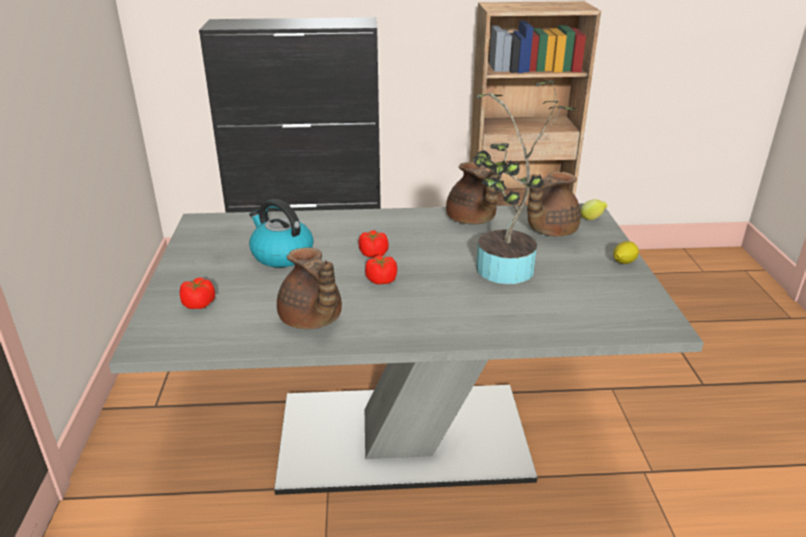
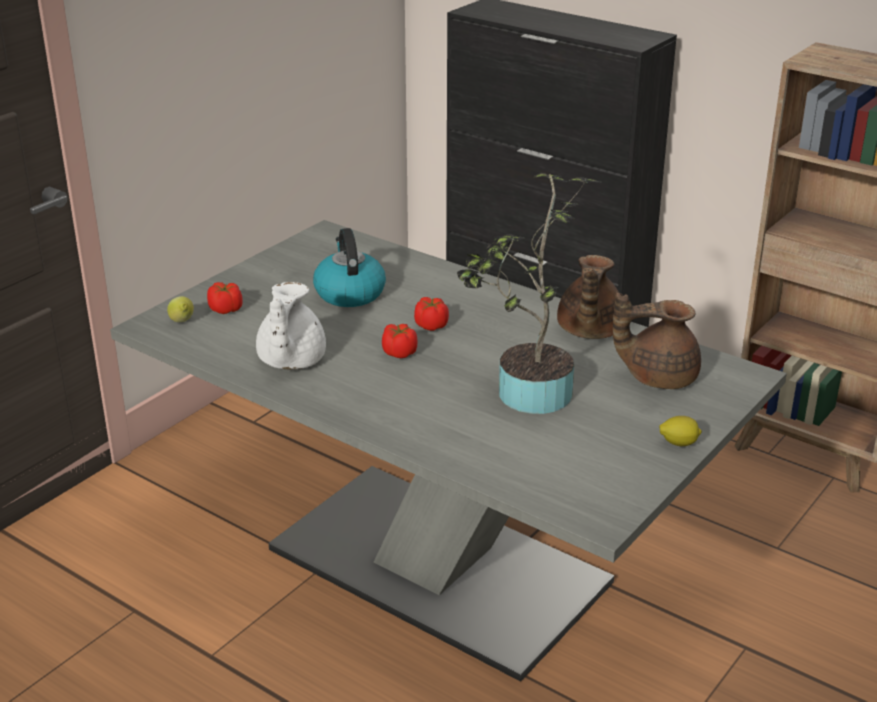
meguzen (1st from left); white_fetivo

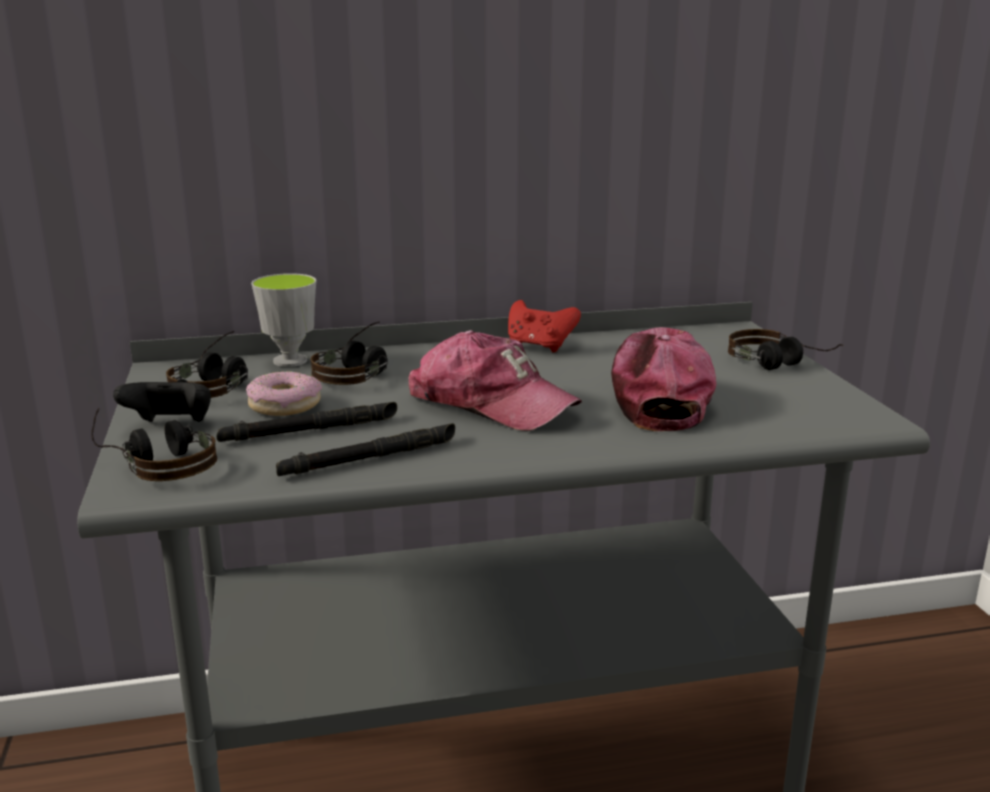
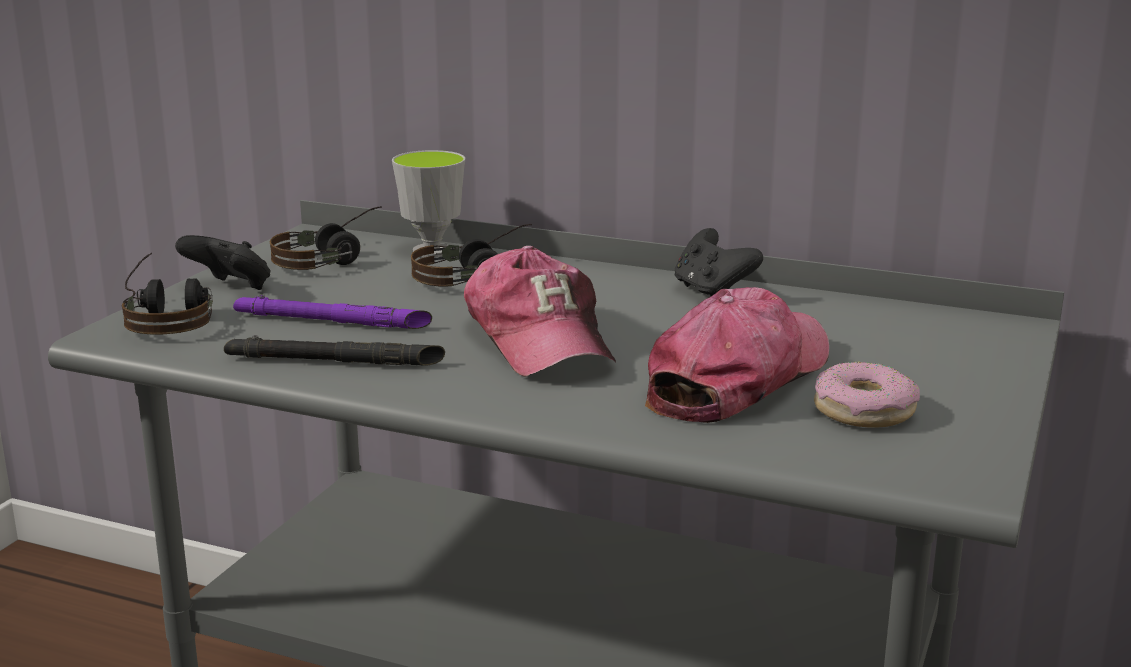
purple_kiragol; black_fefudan (2nd from left); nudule; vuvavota (4th from left in the first image)

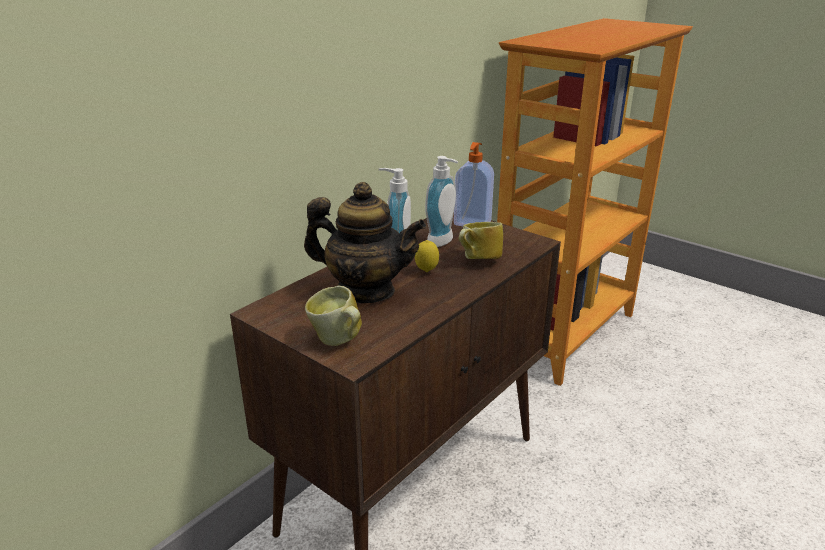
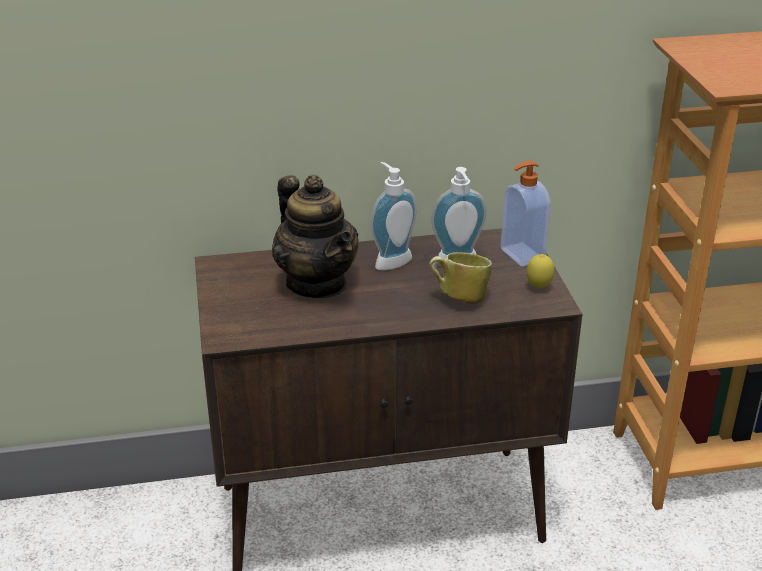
meguzen; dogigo (1st from left in the first image)

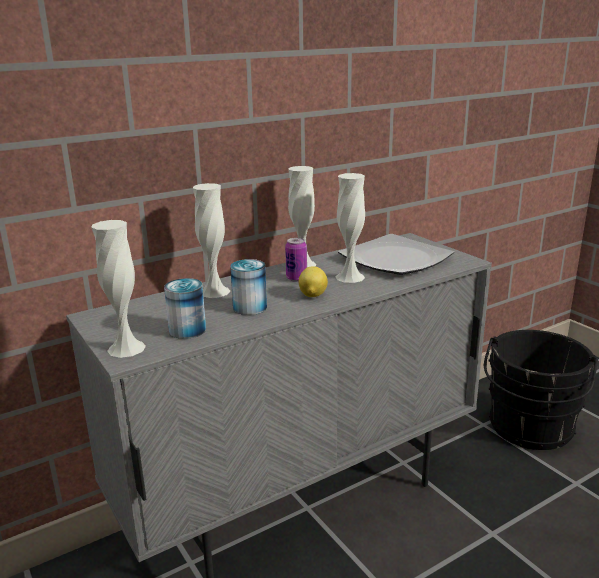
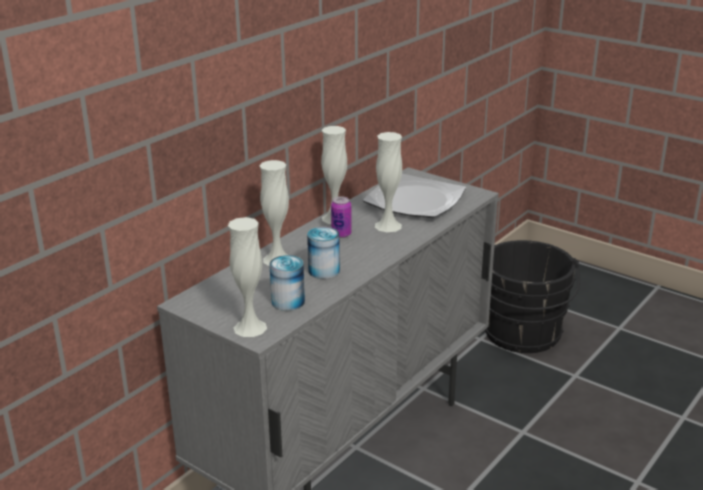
meguzen

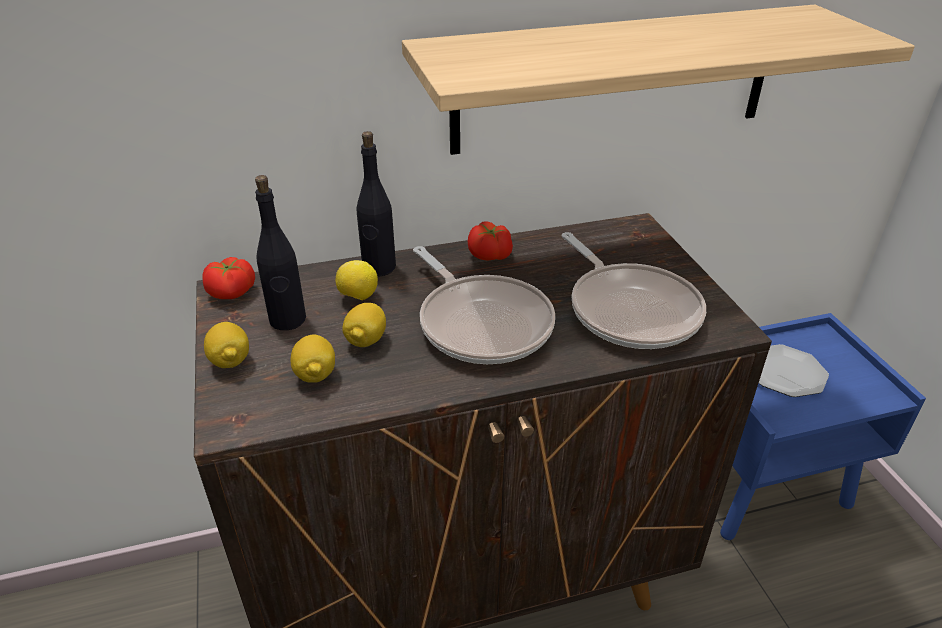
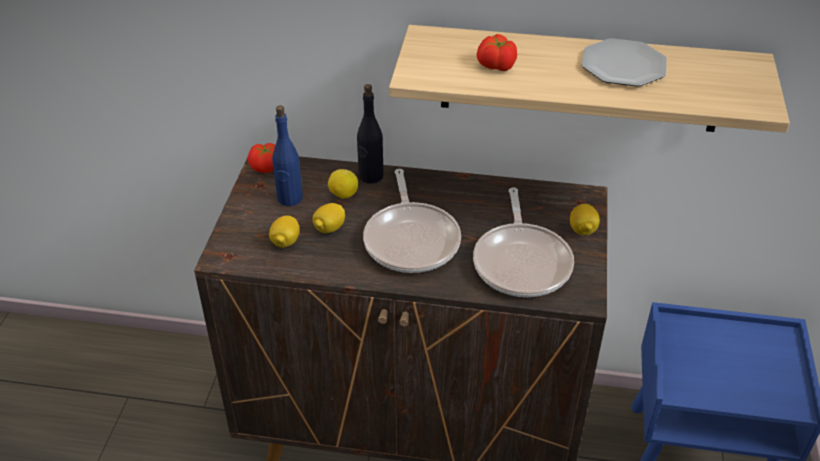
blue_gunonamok; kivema (2nd from left); meguzen (4th from left); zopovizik

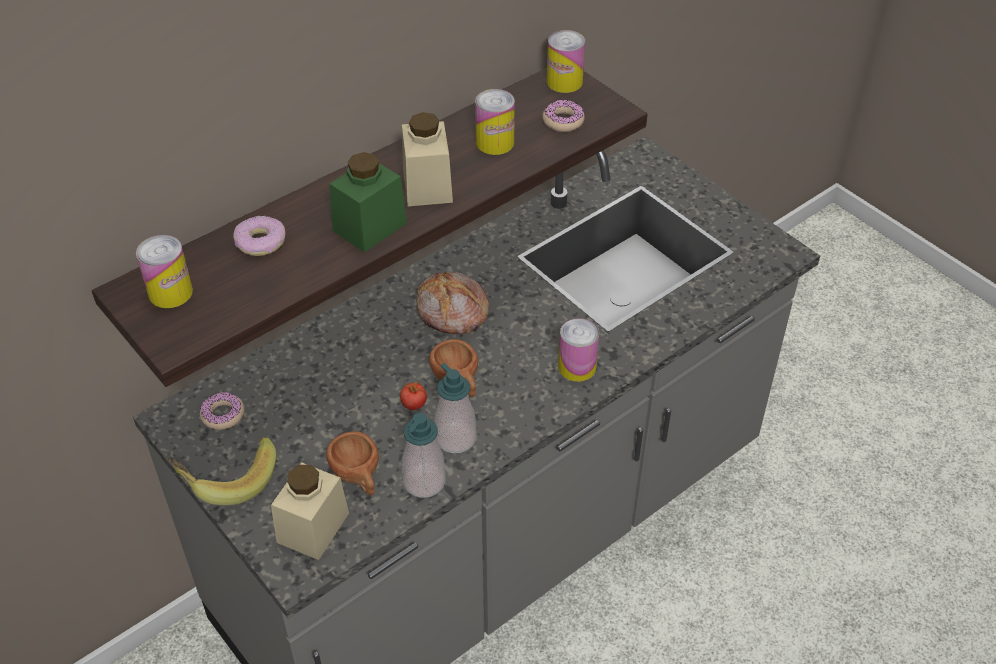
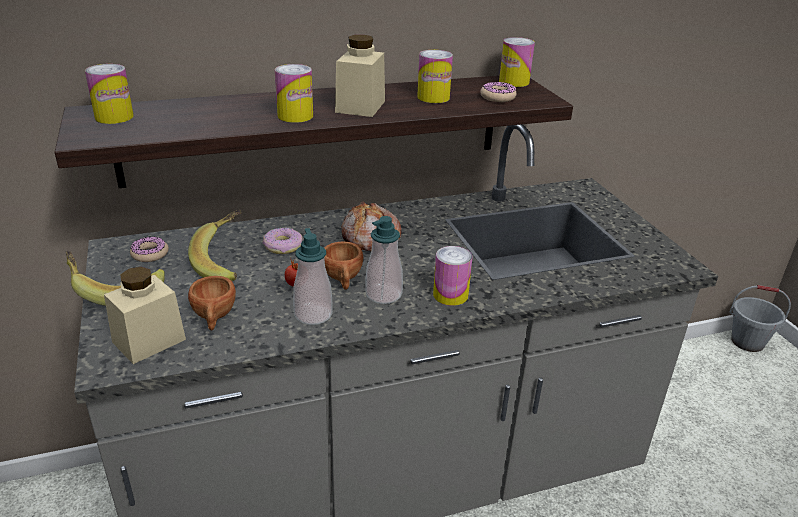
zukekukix (2nd from left); nudule (2nd from left); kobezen (2nd from left); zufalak (2nd from left); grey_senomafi

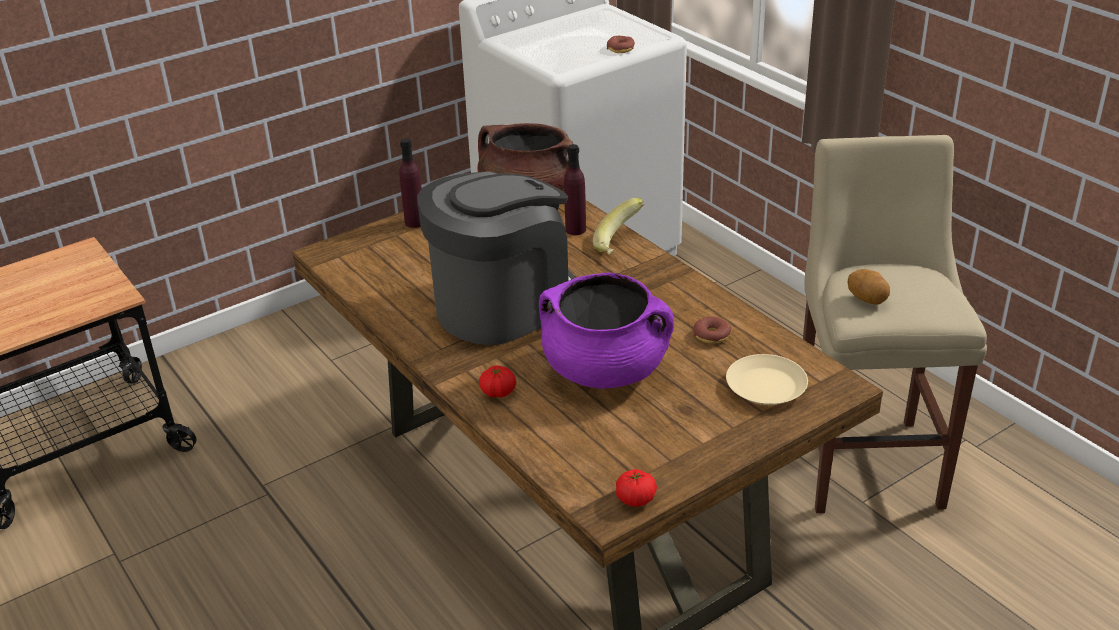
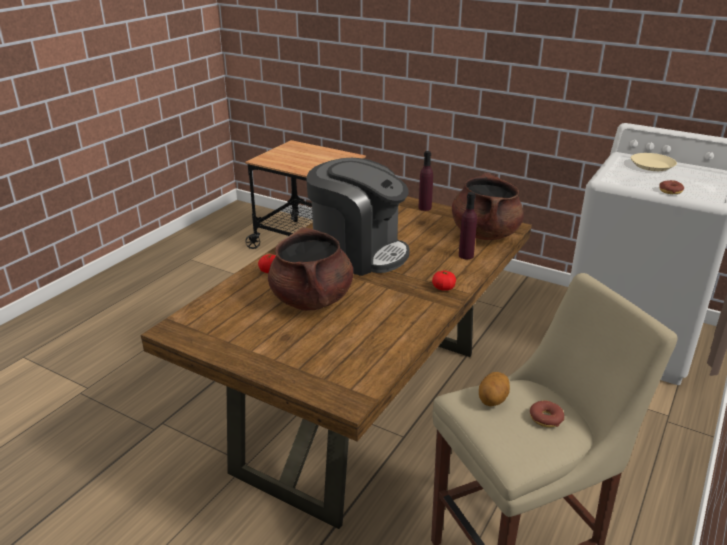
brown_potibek (1st from left); kivema (2nd from left); nudule (1st from left); beige_zopovizik; zukekukix

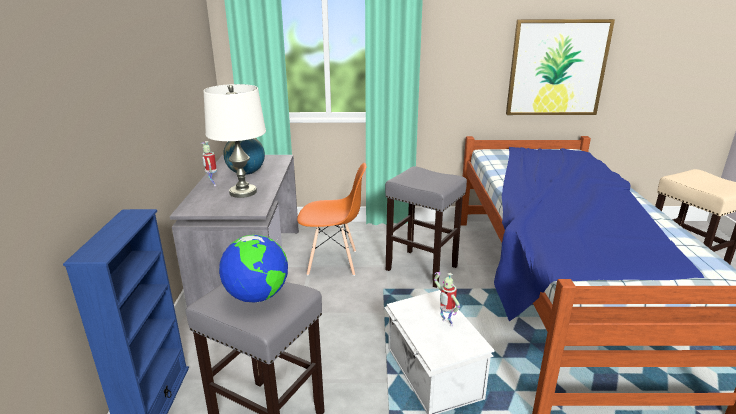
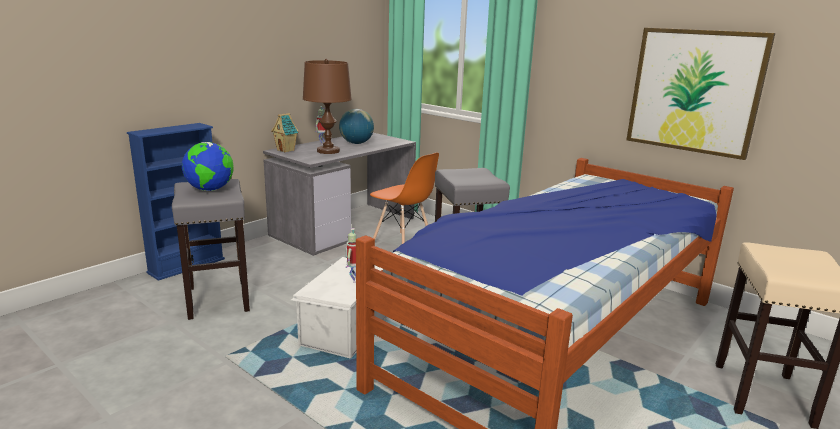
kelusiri; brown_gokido

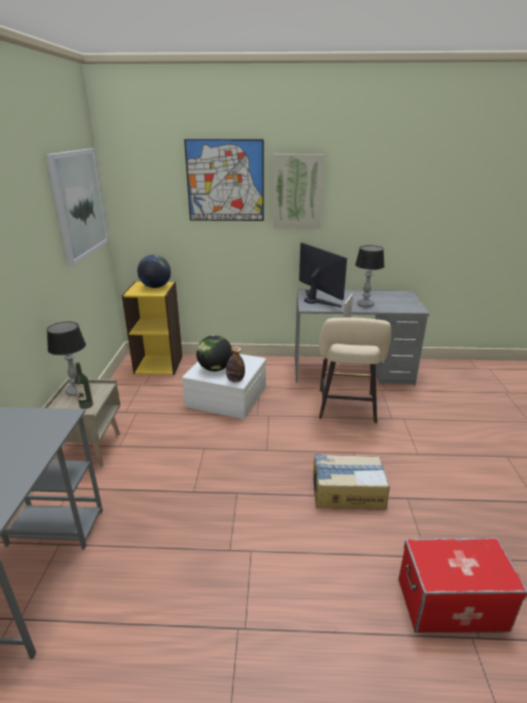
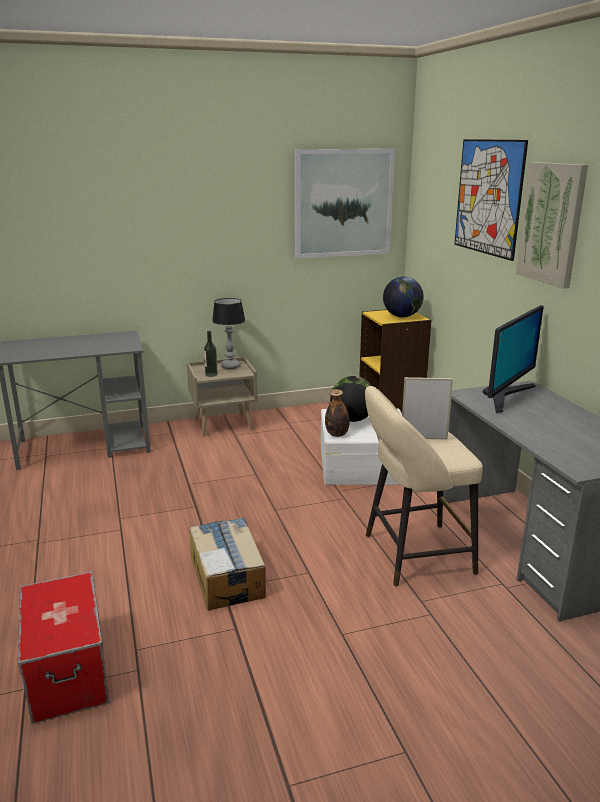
gokido (2nd from left in the first image)

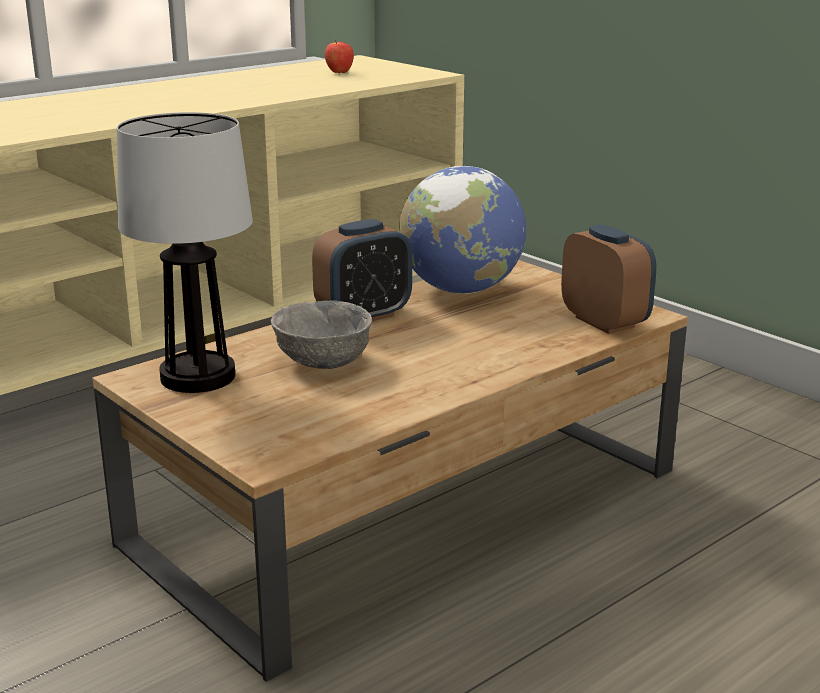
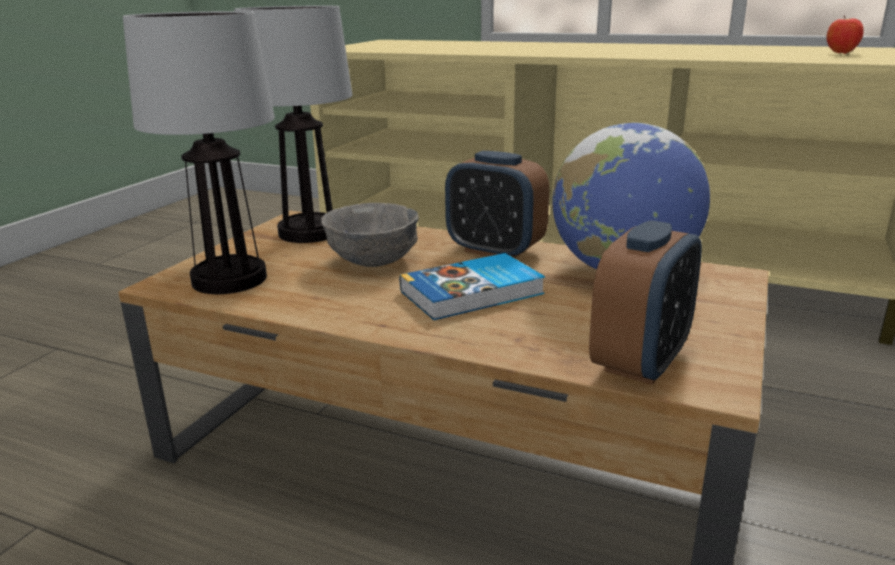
gokido (1st from left); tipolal

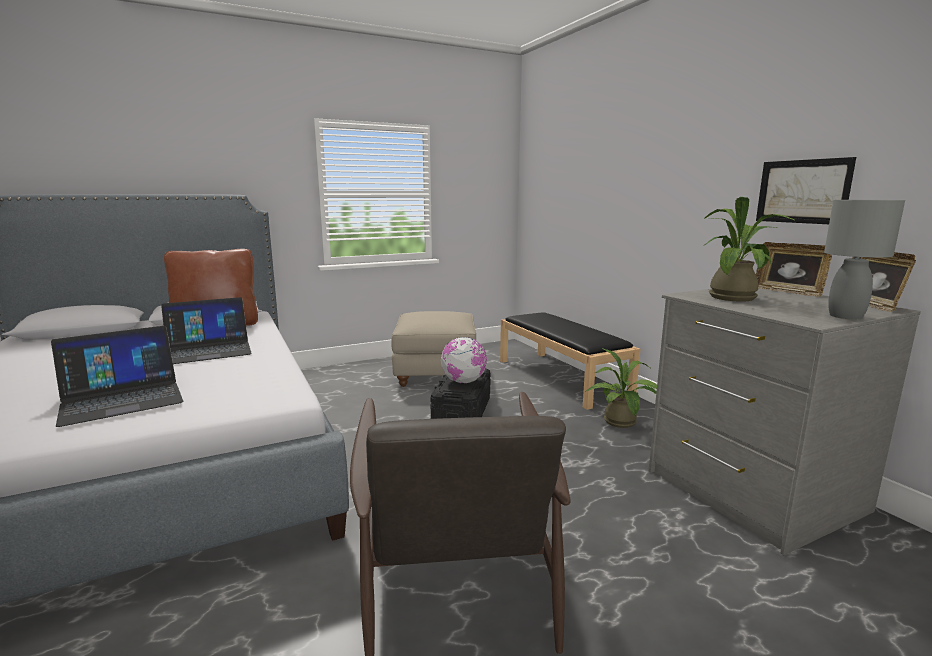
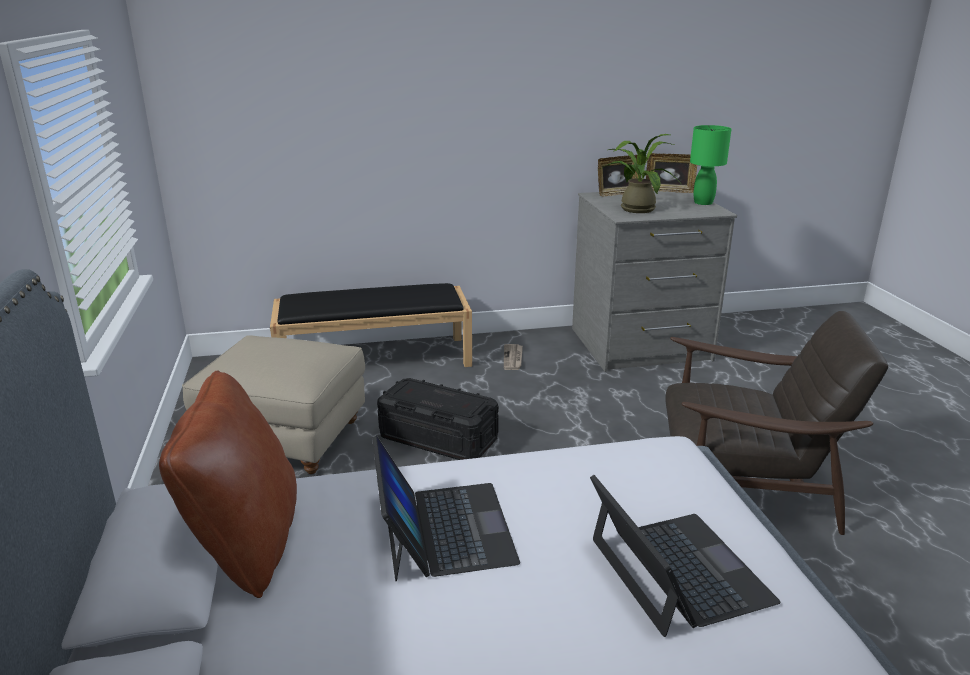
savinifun; green_gokido; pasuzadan; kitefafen

